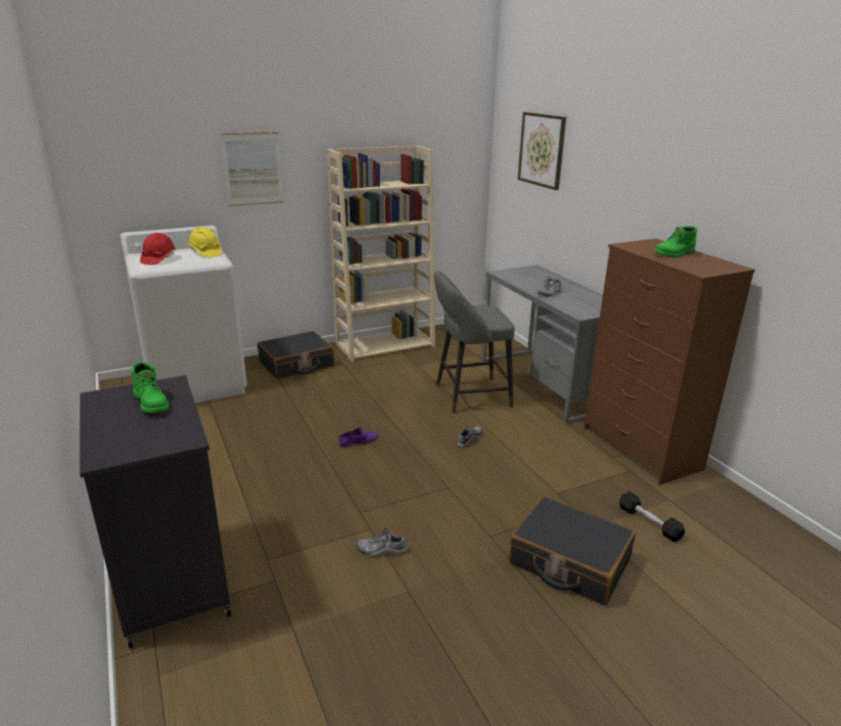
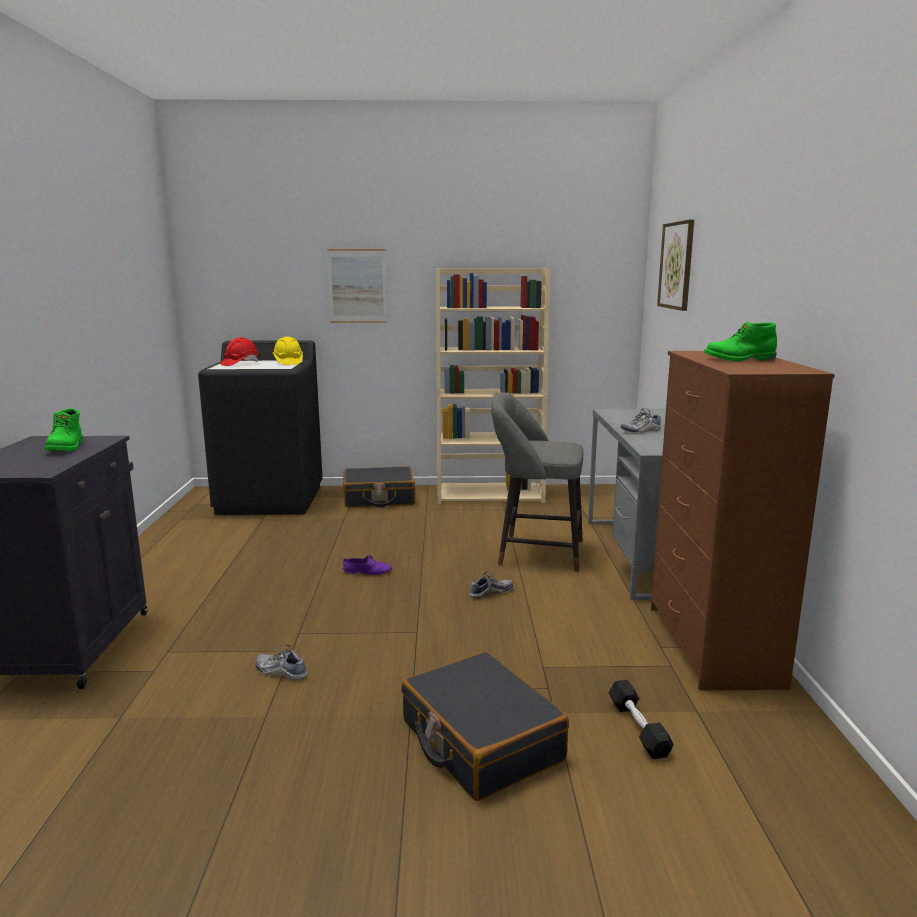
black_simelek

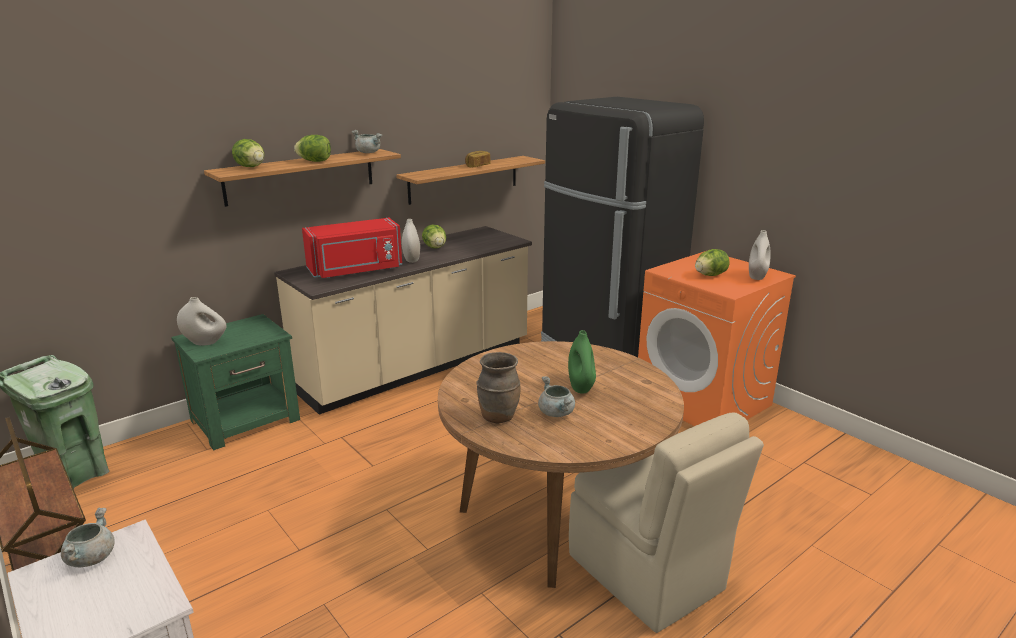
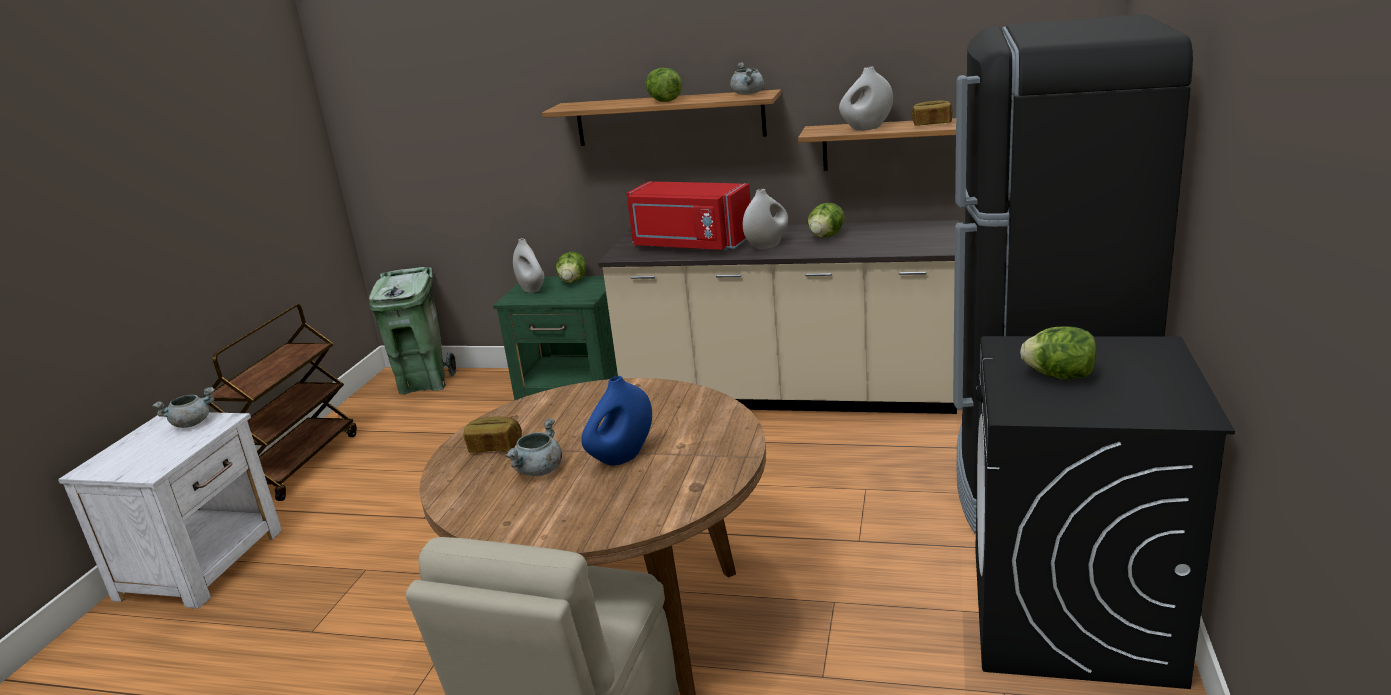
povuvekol (1st from left); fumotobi (1st from left); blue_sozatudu; white_sozatudu (3rd from left); black_simelek

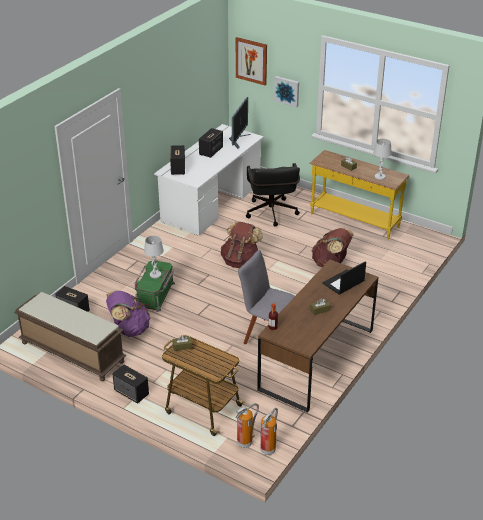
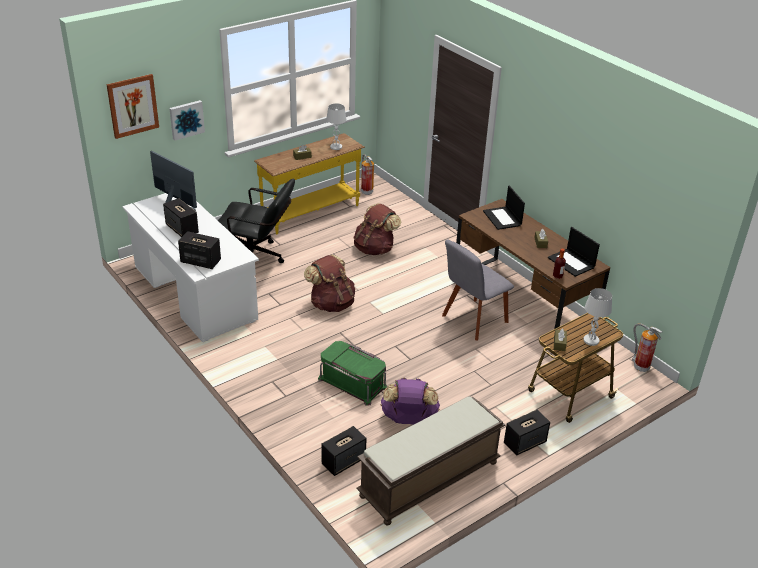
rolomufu (1st from left); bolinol (2nd from left); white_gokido (2nd from left)

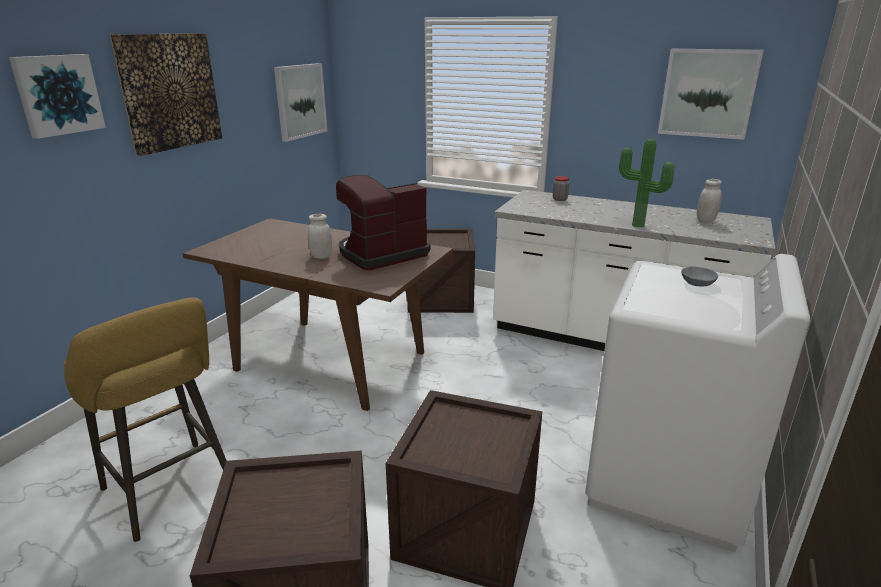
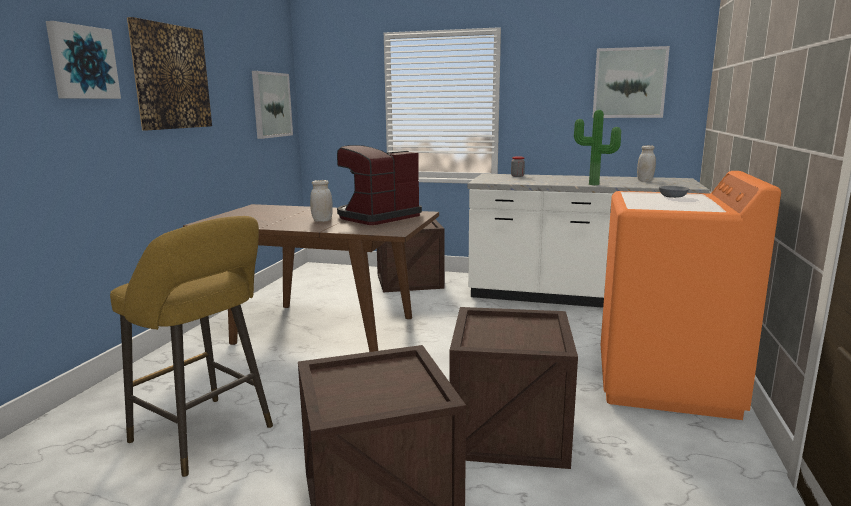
orange_simelek

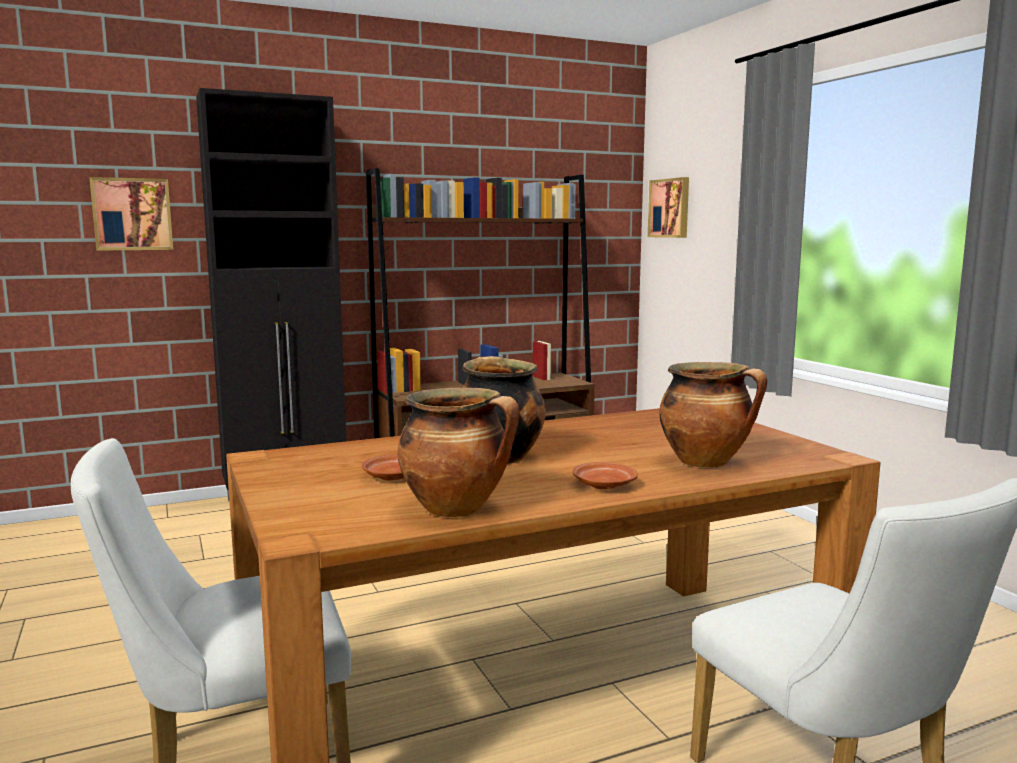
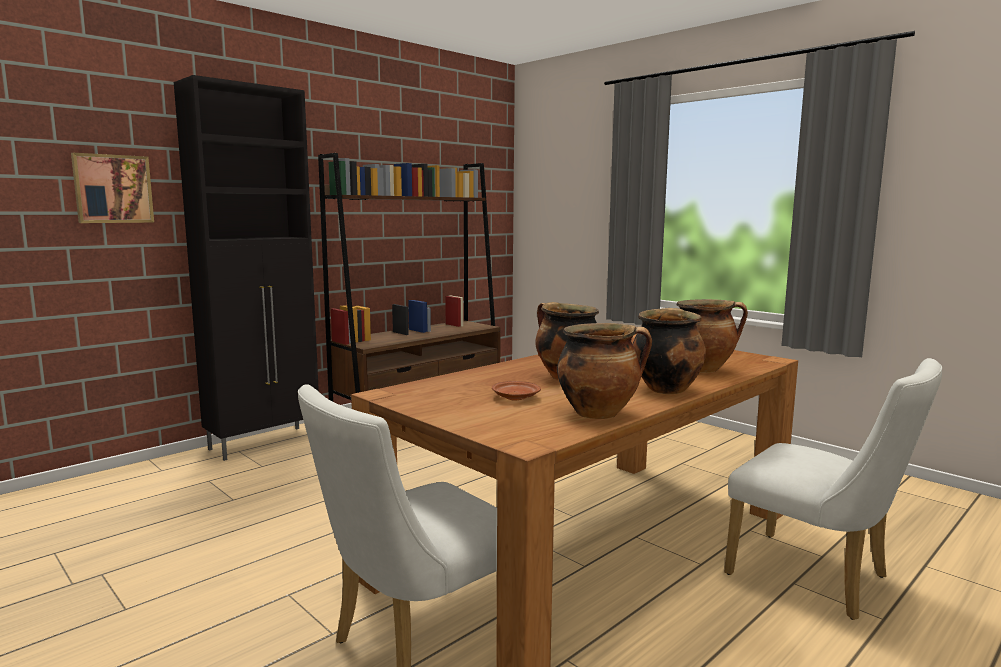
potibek (3rd from left); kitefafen (2nd from left in the first image)

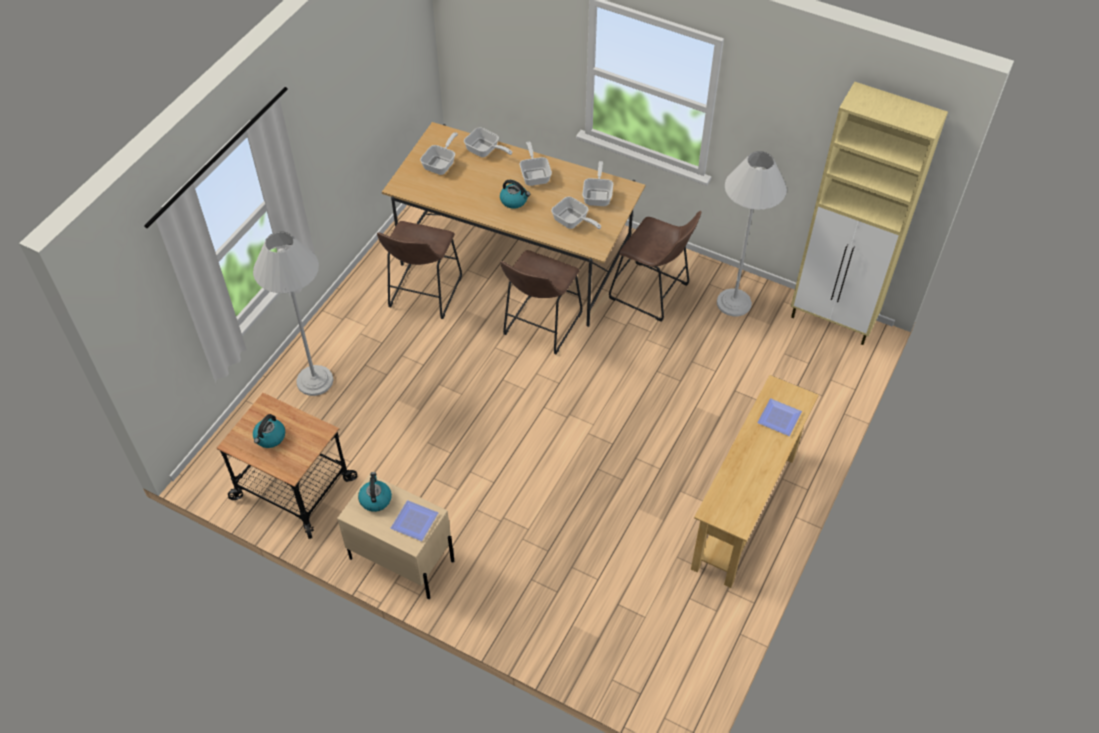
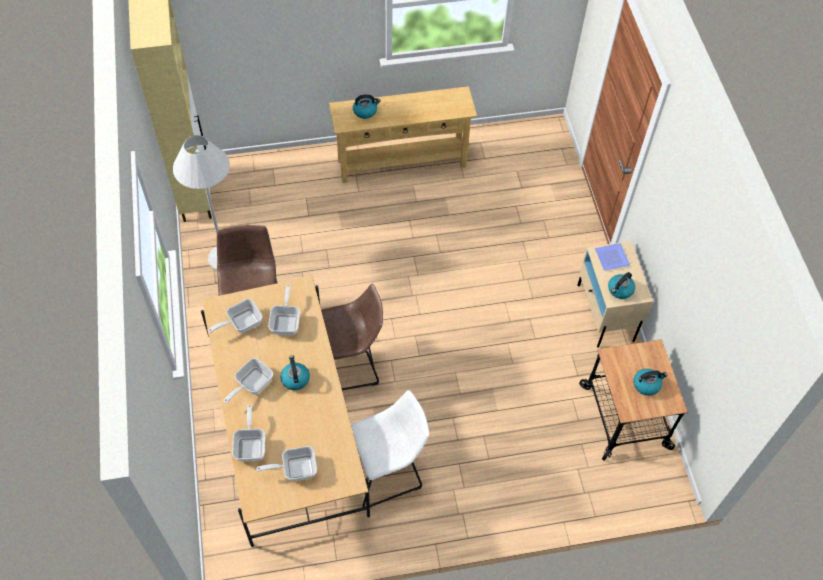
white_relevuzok; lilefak (2nd from left); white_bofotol (1st from left in the first image)

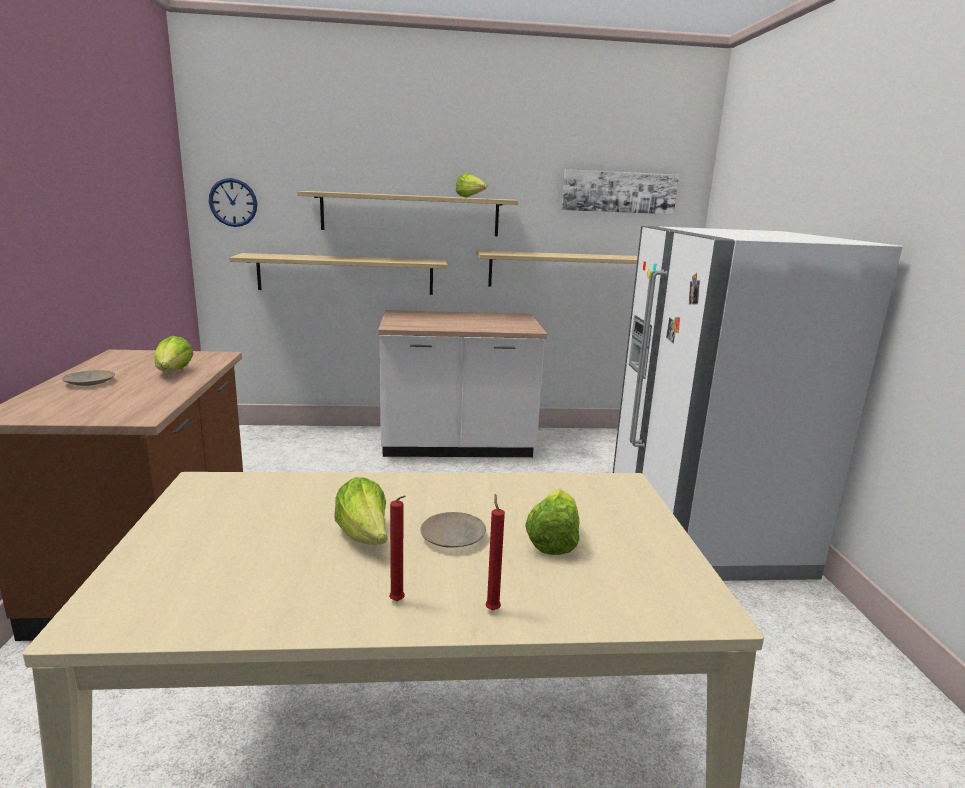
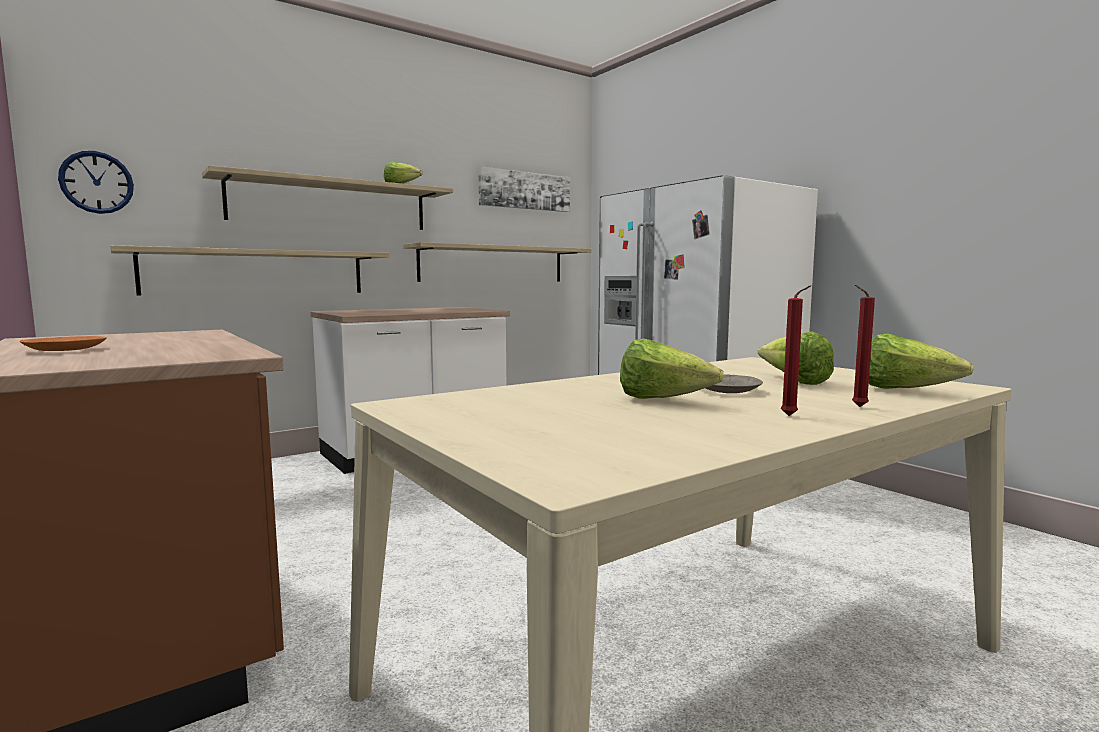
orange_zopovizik; fumotobi (4th from left)

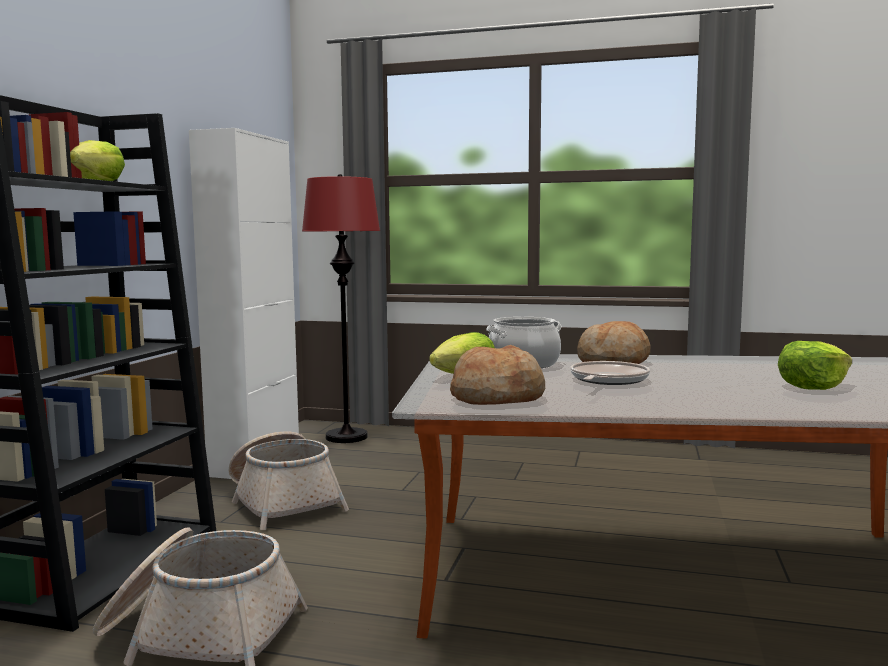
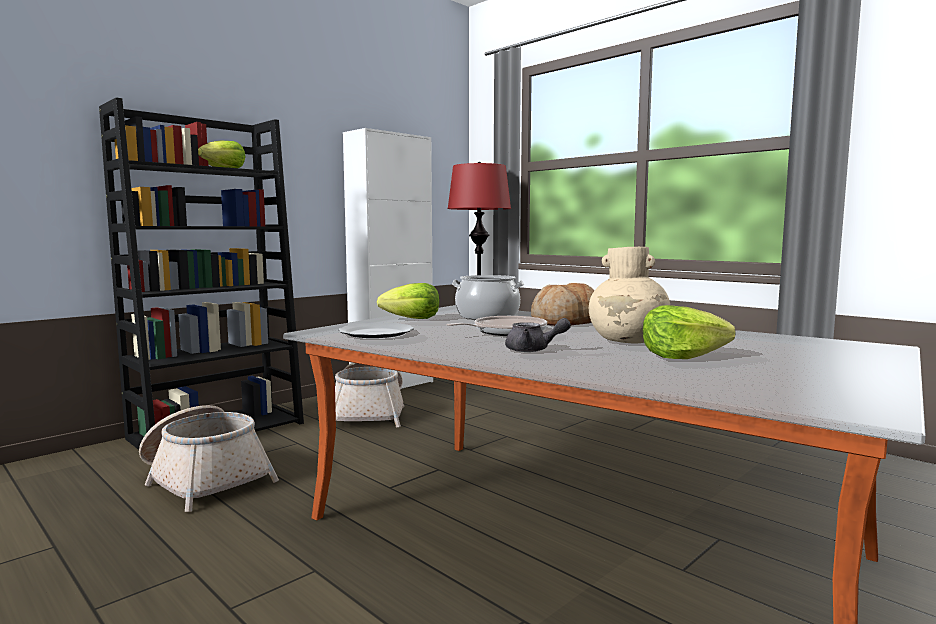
zopovizik; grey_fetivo; beige_sozatudu

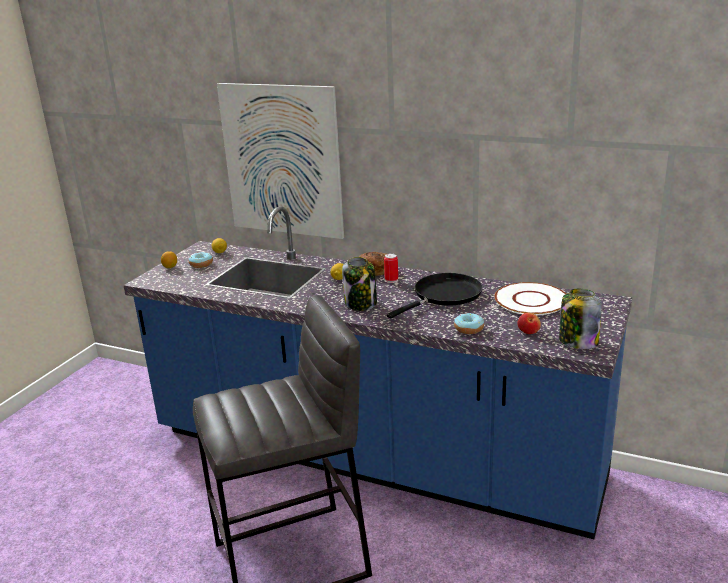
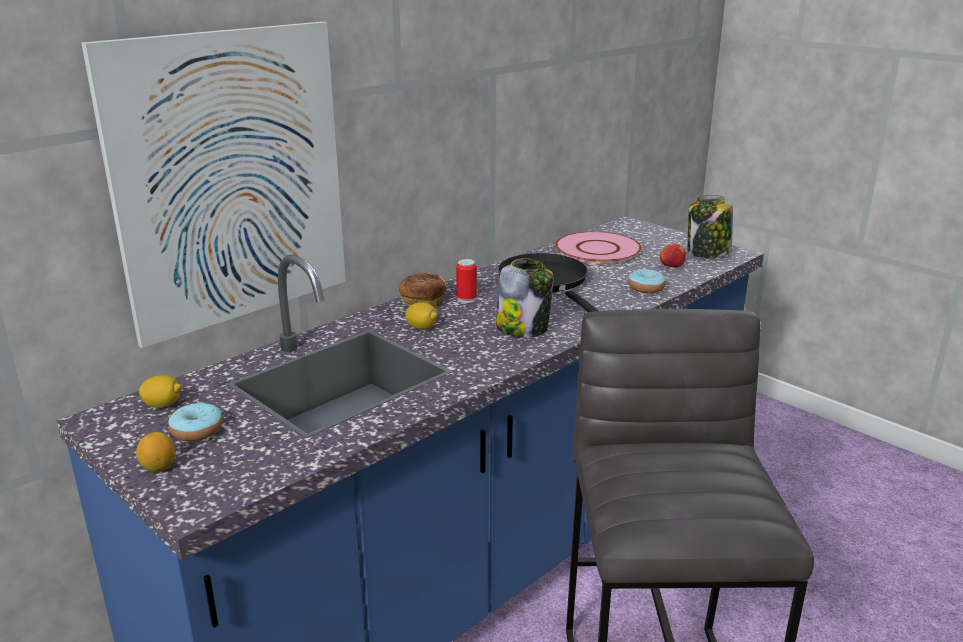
pink_zopovizik

